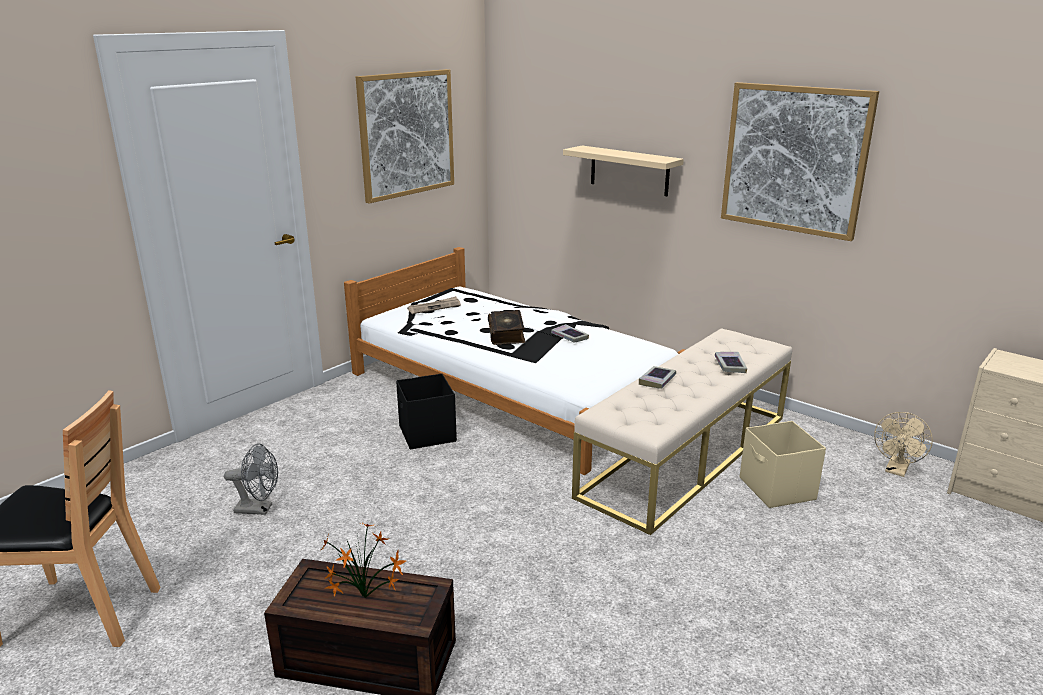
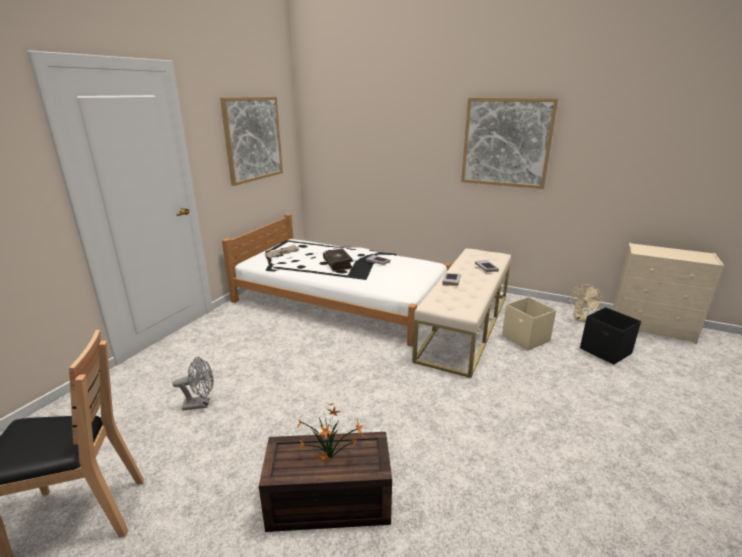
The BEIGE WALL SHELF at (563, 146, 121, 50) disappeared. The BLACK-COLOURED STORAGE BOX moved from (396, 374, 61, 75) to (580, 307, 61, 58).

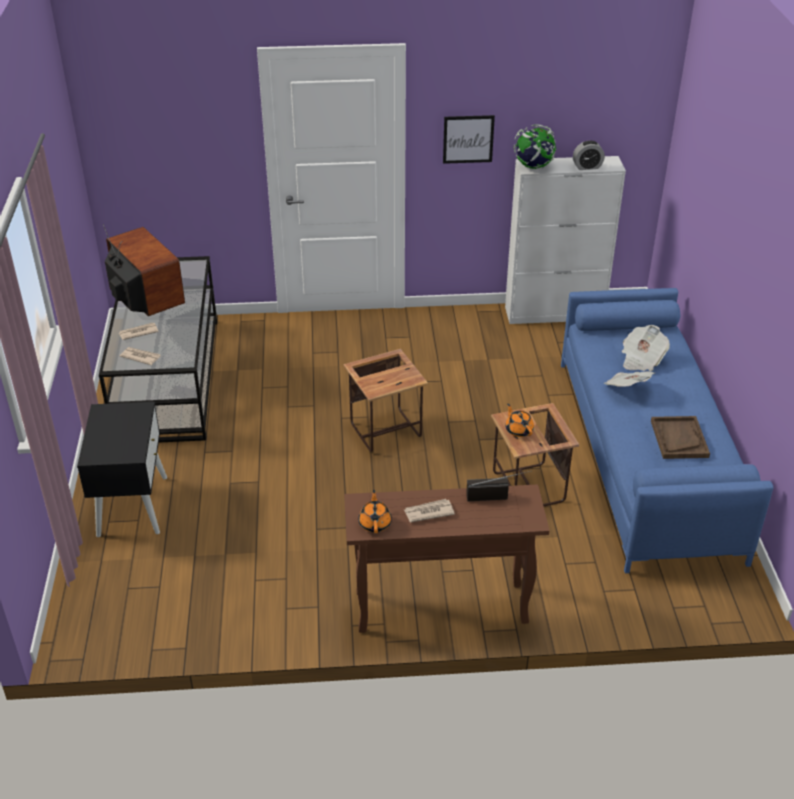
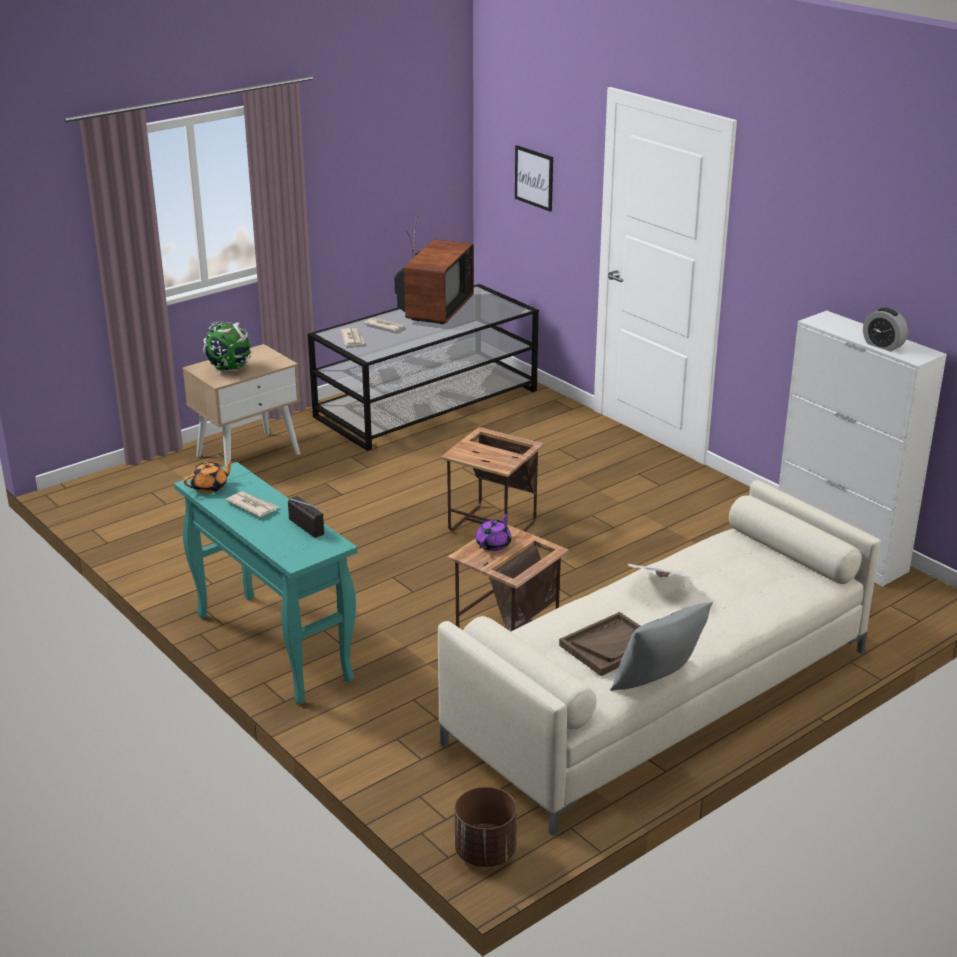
The NEWSPAPER at (622, 325, 48, 46) disappeared. The BROWN PLANTER at (455, 787, 62, 80) appeared. The GREYISH THROW PILLOW at (610, 602, 103, 89) appeared. The WALL PICTURE moved from (443, 115, 52, 49) to (515, 145, 38, 67). The GLOBE moved from (513, 124, 43, 45) to (203, 321, 50, 52). The BLACK-COLOURED BEDSIDE TABLE at (77, 402, 90, 135) became the BEIGE BEDSIDE TABLE at (183, 344, 117, 122). The BROWN CONSOLE TABLE at (344, 484, 206, 149) became the BLUE-GREEN CONSOLE TABLE at (174, 462, 184, 243). The ORANGE-COLOURED TEAPOT at (505, 404, 29, 33) became the PURPLE TEAPOT at (476, 512, 35, 39). The BLUISH COUCH at (561, 288, 212, 285) became the BEIGE COUCH at (438, 480, 443, 356).

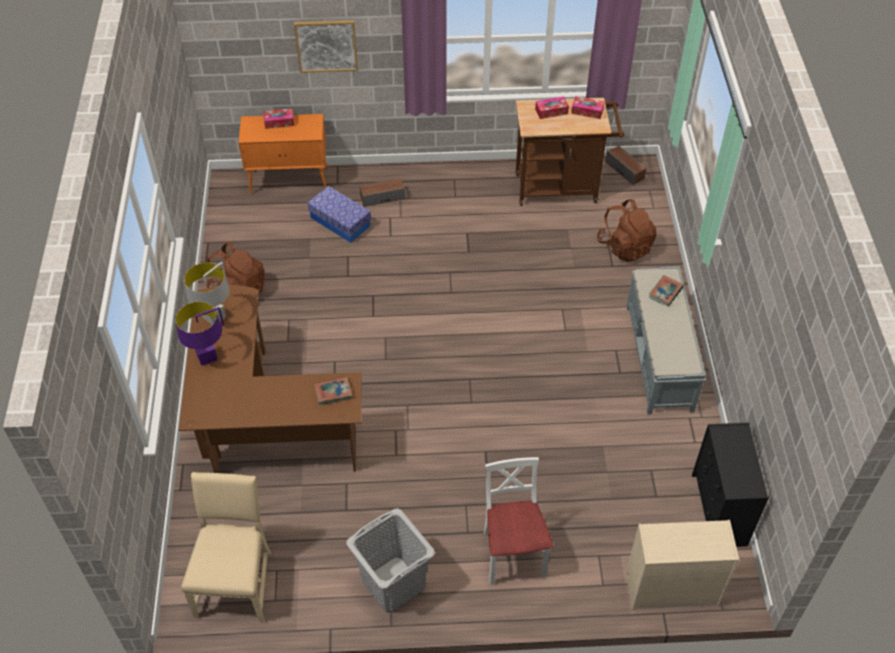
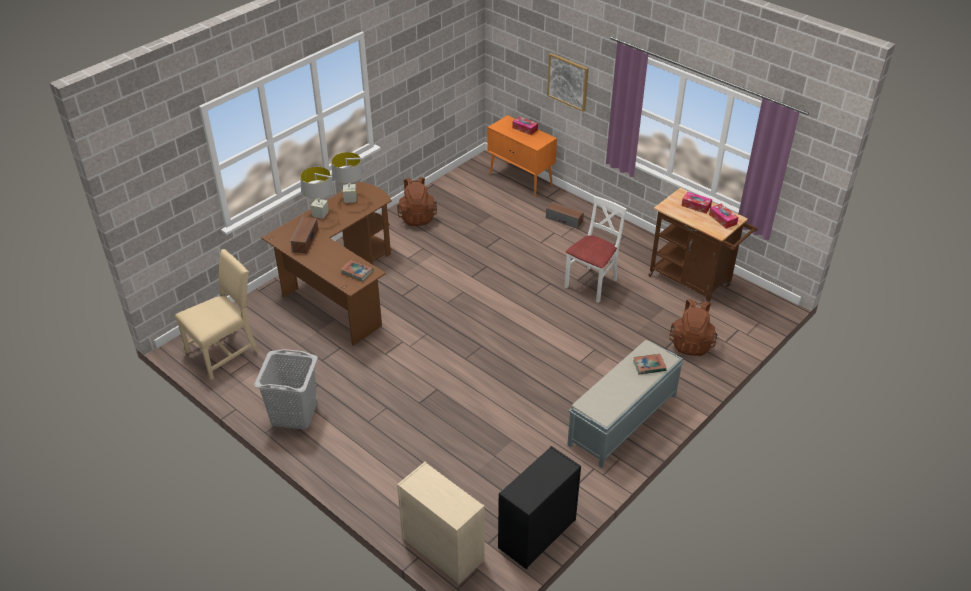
The STORAGE BOX at (307, 186, 64, 57) disappeared. The WHITISH CHAIR moved from (484, 457, 69, 128) to (564, 196, 63, 107). The LOUDSPEAKER moved from (605, 146, 42, 39) to (290, 217, 28, 36). The PURPLE TABLETOP LAMP at (176, 302, 48, 64) became the GREYISH TABLETOP LAMP at (300, 167, 34, 52).

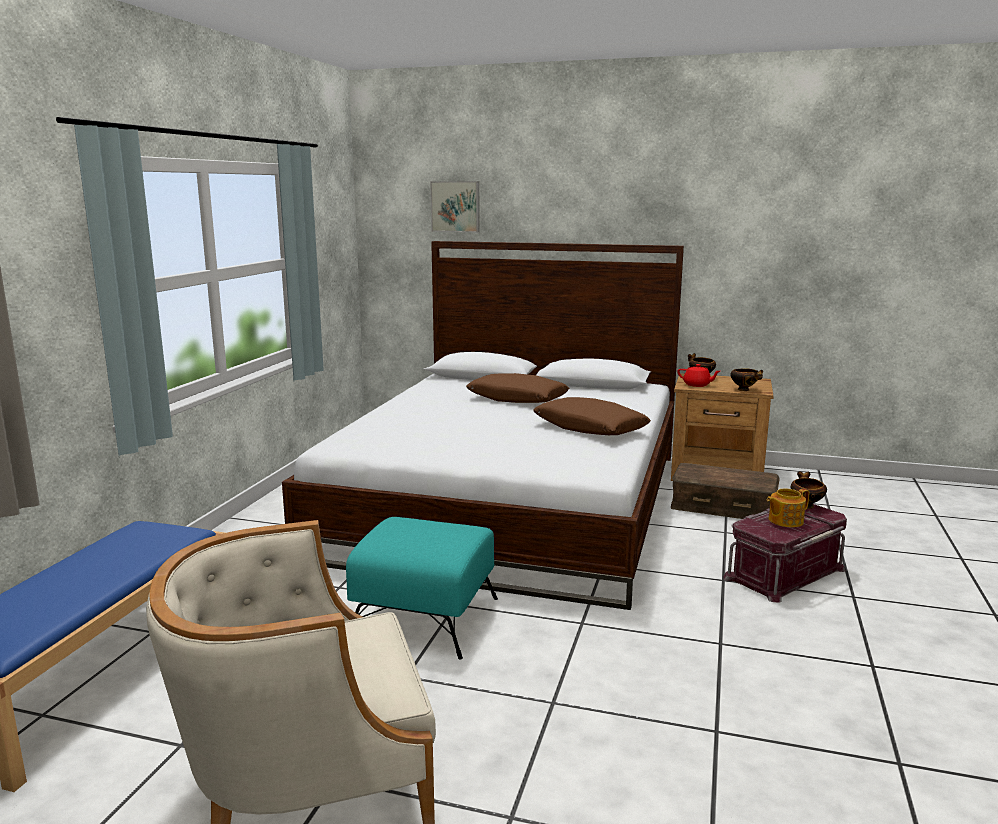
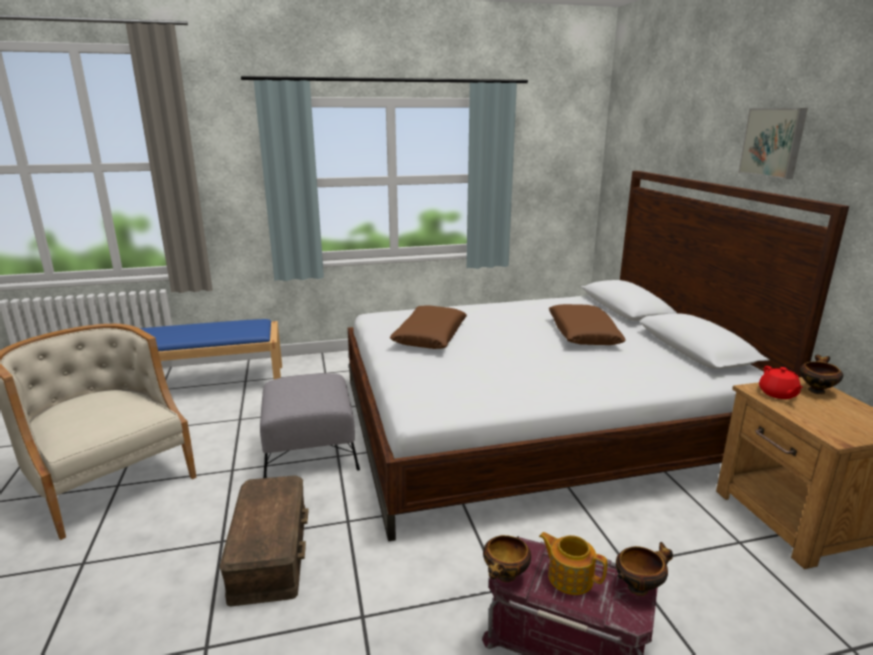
The WALL PICTURE moved from (430, 181, 50, 51) to (738, 108, 70, 71). The BROWN THROW PILLOW moved from (533, 397, 118, 38) to (390, 306, 77, 43). The BROWN STORAGE BOX moved from (671, 463, 109, 56) to (219, 475, 90, 131). The DEEP DISH moved from (730, 369, 33, 22) to (483, 535, 48, 47). The BLUE-GREEN POUFFE at (346, 517, 152, 143) became the GREYISH POUFFE at (260, 373, 100, 105).

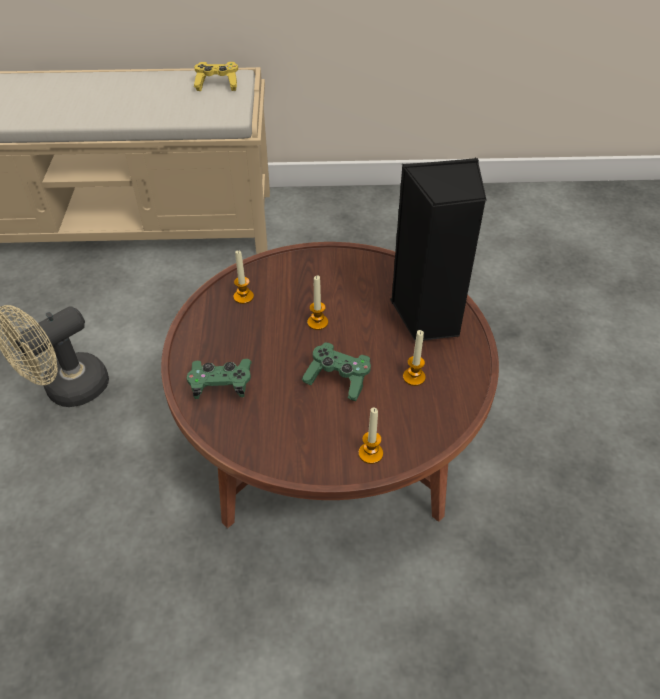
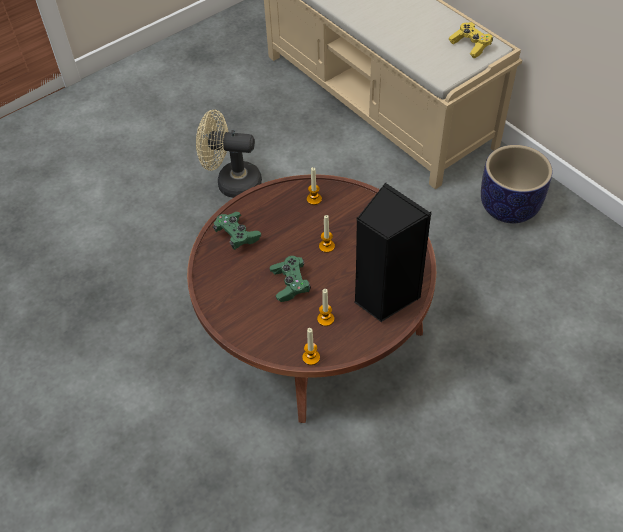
The PLANTER at (481, 145, 71, 78) appeared. The WAX LIGHT moved from (359, 407, 24, 57) to (302, 328, 18, 37).

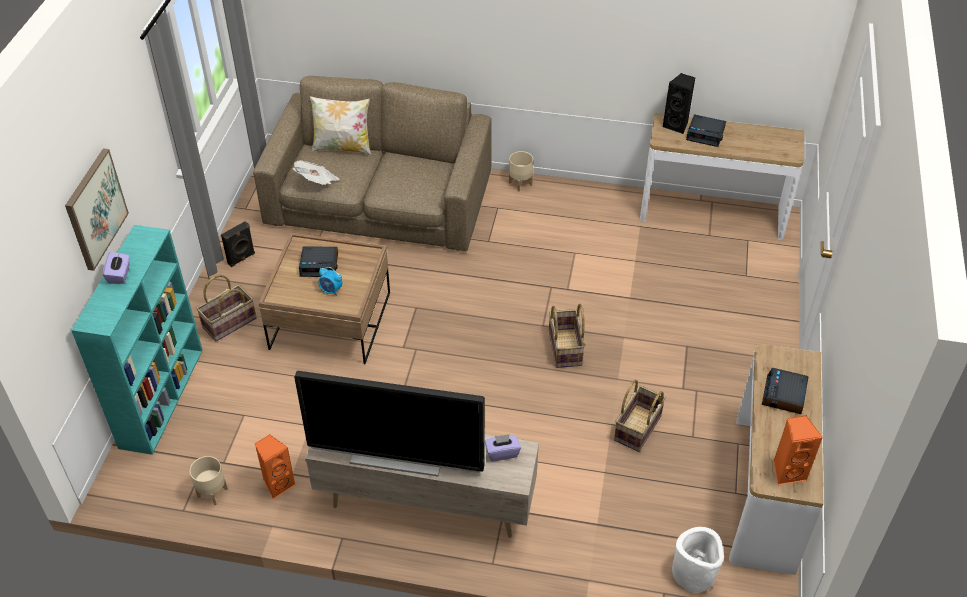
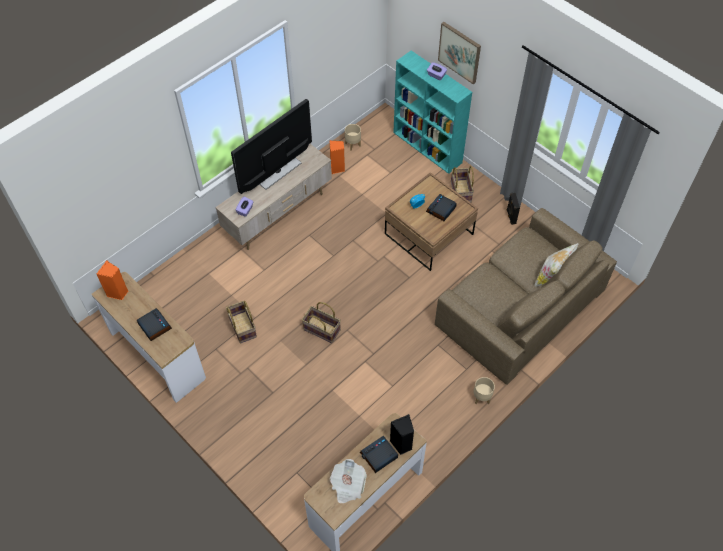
The WHITISH PLANTER at (672, 527, 52, 66) disappeared. The NEWSPAPER moved from (292, 160, 47, 25) to (330, 459, 37, 45).

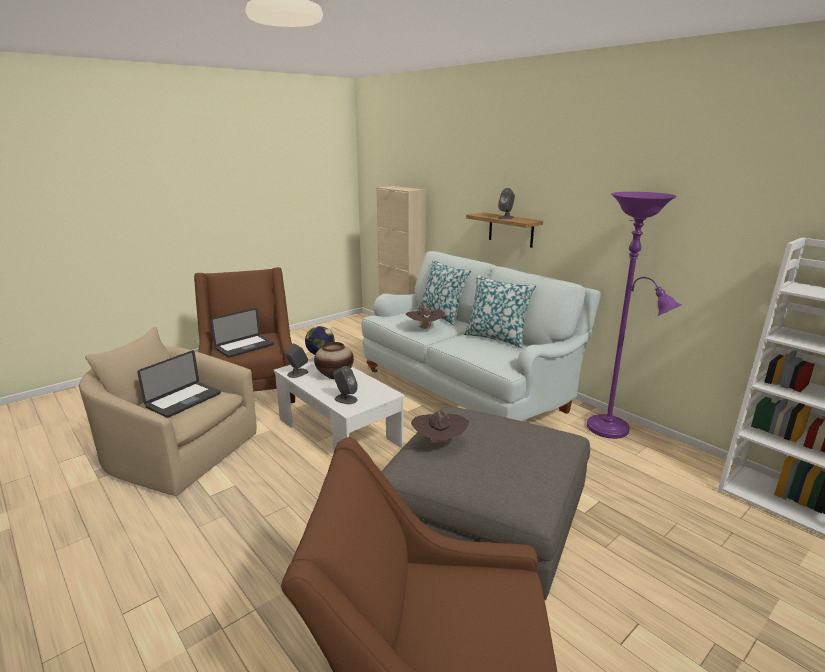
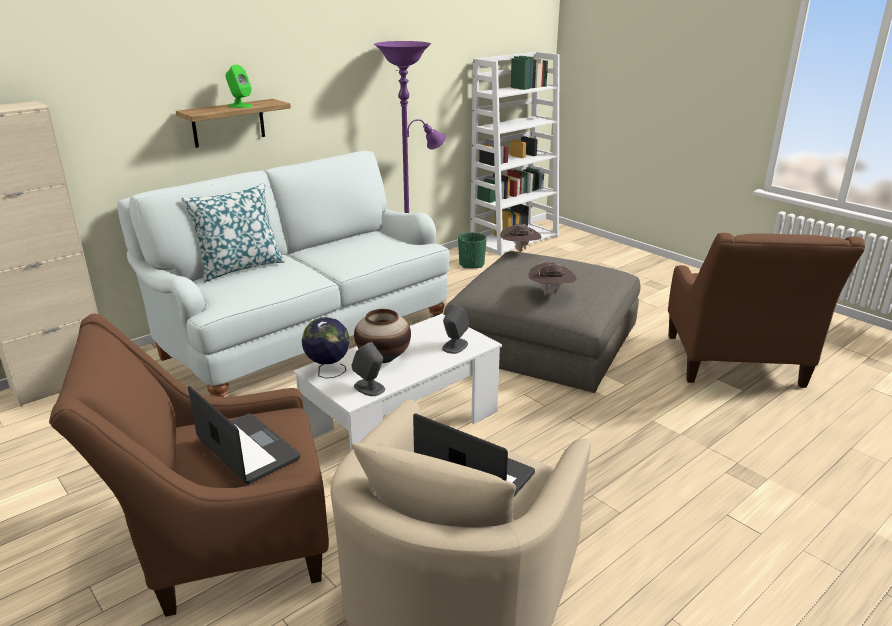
The THROW PILLOW at (464, 275, 73, 73) disappeared. The GREEN-COLOURED PLANTER at (458, 232, 29, 36) appeared. The BROWN WEARABLE HAT moved from (406, 306, 39, 23) to (500, 224, 42, 28). The GREYISH LOUDSPEAKER at (498, 188, 17, 31) became the GREEN-COLOURED LOUDSPEAKER at (225, 65, 28, 43).

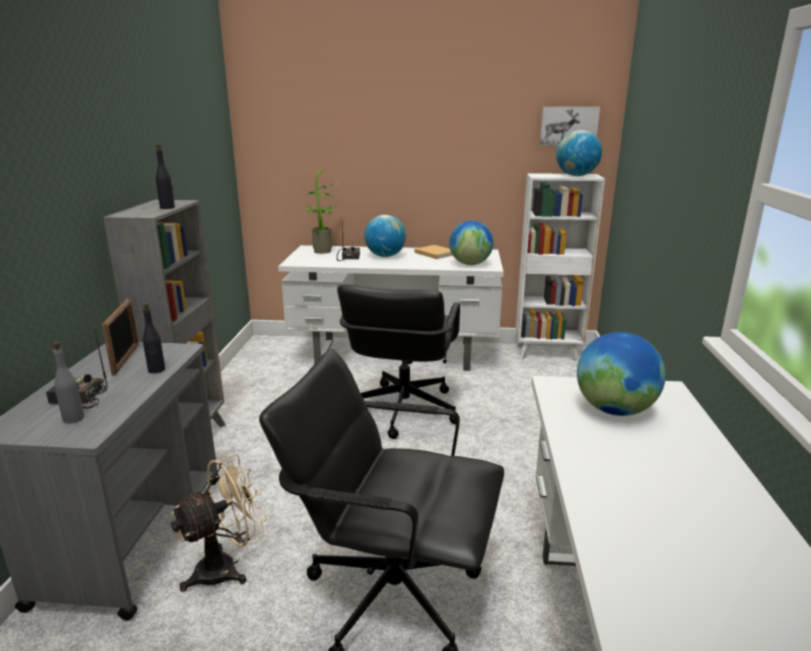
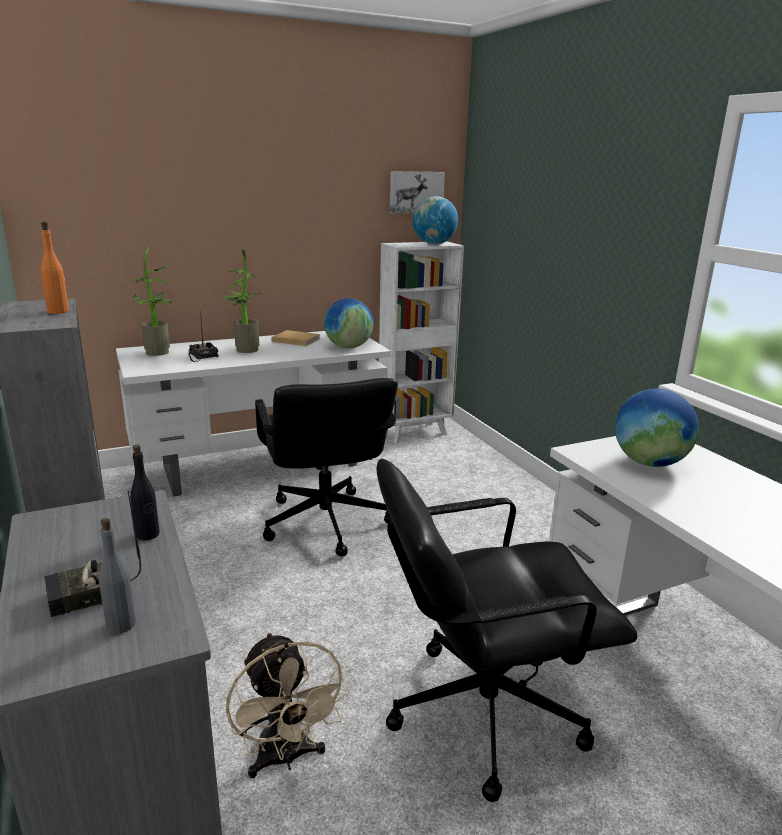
The PHOTO FRAME at (101, 299, 38, 77) disappeared. The GLOBE at (364, 215, 42, 42) was replaced by the PLANT IN A POT at (221, 248, 39, 105). The BLACK-COLOURED BOTTLE at (156, 144, 19, 65) became the ORANGE-COLOURED BOTTLE at (41, 222, 28, 92). The BEIGE COOLING FAN at (170, 454, 97, 138) turned 135 degrees clockwise.

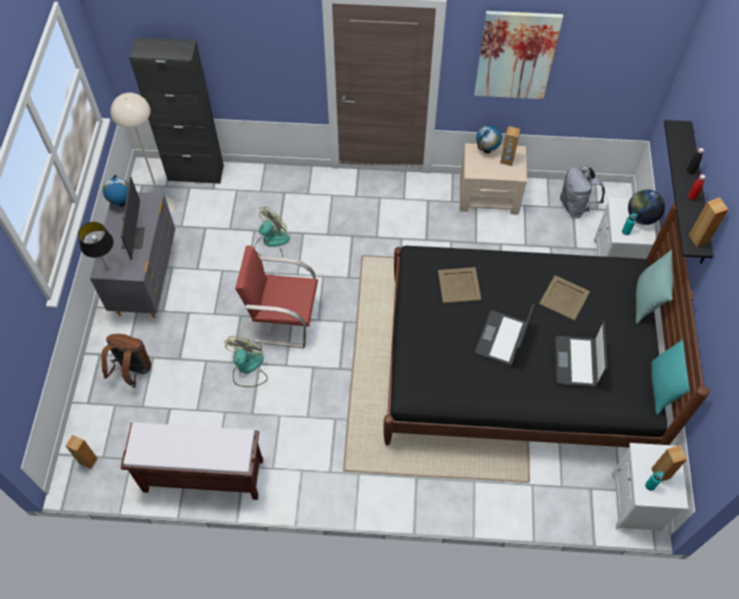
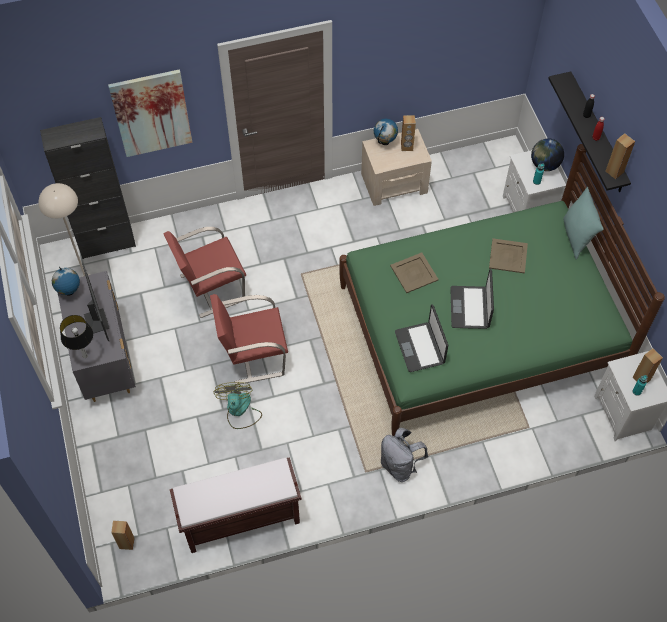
The BROWN KNAPSACK at (101, 334, 50, 54) disappeared. The BLUE-GREEN THROW PILLOW at (651, 339, 39, 76) disappeared. The WALL PICTURE moved from (474, 11, 89, 88) to (108, 70, 84, 87). The PORTABLE COMPUTER moved from (556, 321, 52, 66) to (395, 304, 53, 68). The GREYISH KNAPSACK moved from (560, 165, 45, 53) to (381, 428, 47, 54). The COOLING FAN at (254, 206, 36, 52) was replaced by the RED CHAIR at (163, 227, 83, 91). The BLACK-COLOURED BED at (383, 203, 327, 244) became the GREEN-COLOURED BED at (340, 144, 325, 292).

